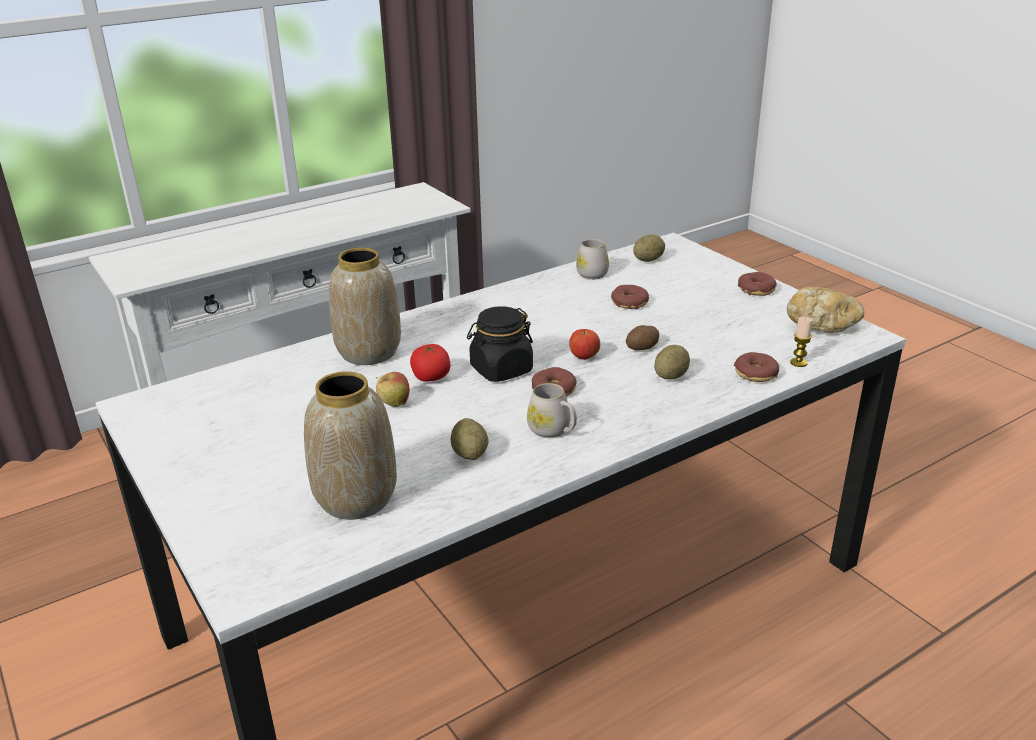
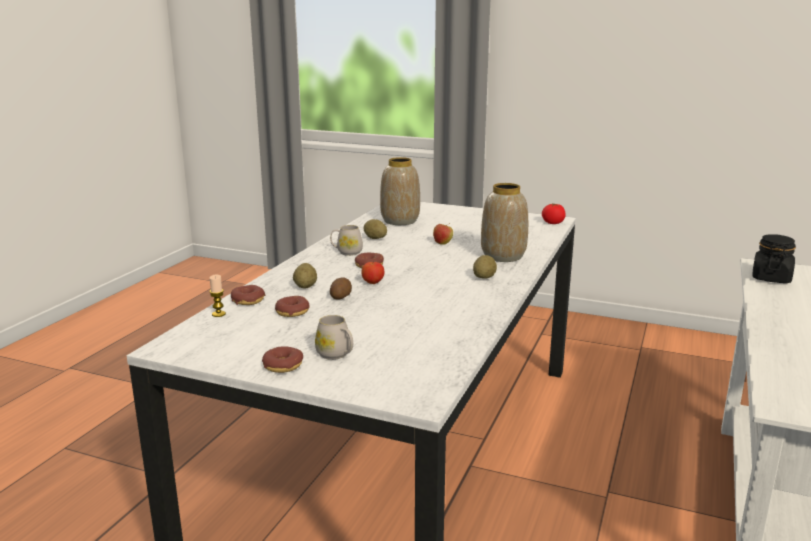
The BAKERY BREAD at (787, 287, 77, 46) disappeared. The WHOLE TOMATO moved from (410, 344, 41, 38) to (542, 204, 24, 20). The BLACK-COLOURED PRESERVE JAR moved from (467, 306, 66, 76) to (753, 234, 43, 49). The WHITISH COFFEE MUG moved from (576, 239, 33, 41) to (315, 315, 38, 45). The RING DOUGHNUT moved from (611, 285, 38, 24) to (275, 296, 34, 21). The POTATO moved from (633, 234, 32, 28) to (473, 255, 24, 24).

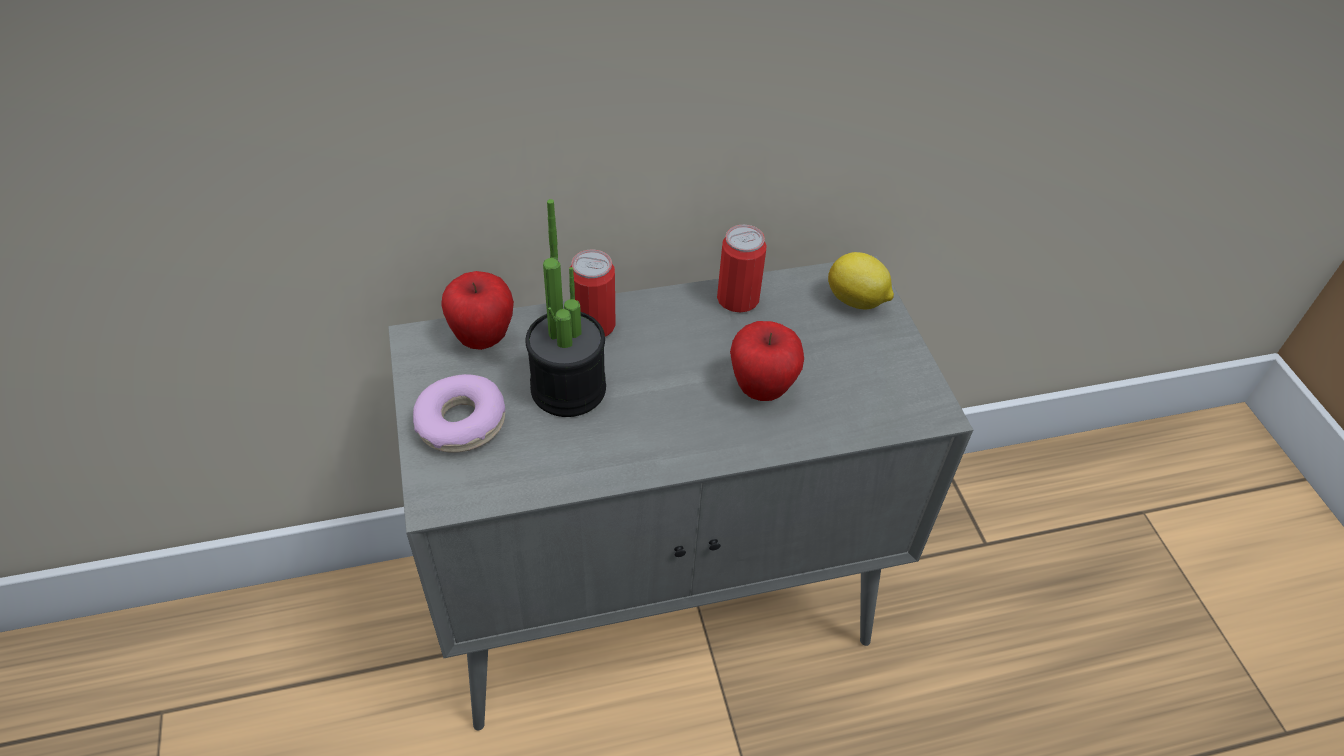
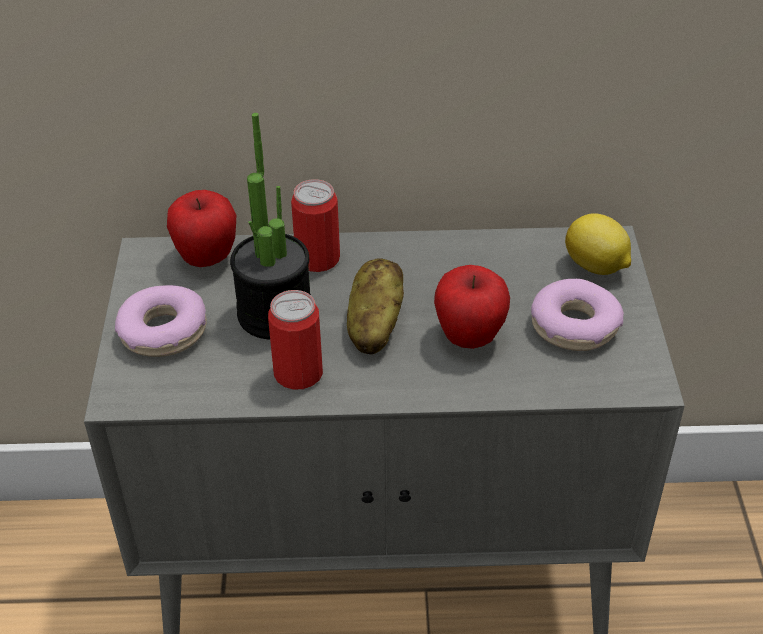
The POTATO at (347, 258, 57, 96) appeared. The RING DOUGHNUT at (531, 279, 93, 72) appeared. The SEALED CAN moved from (717, 225, 50, 88) to (268, 290, 55, 100).

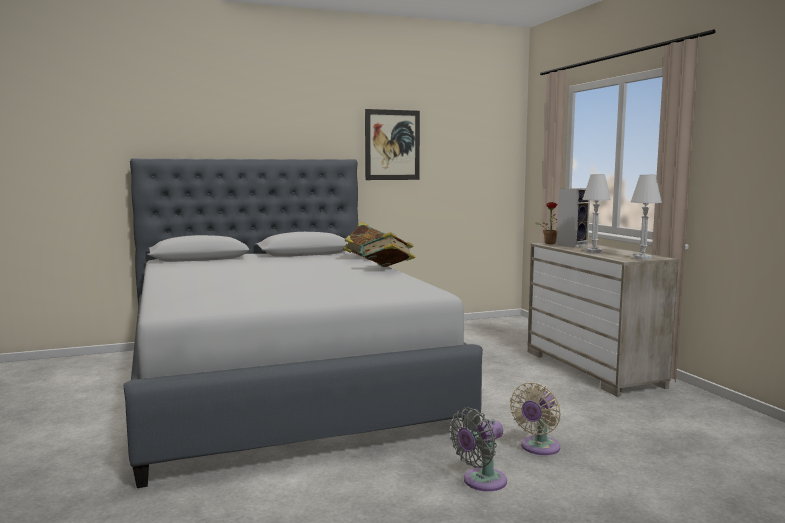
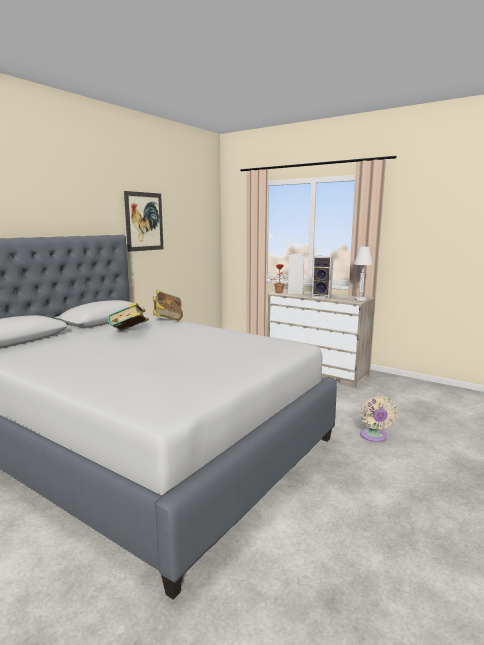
The GREYISH COOLING FAN at (449, 408, 58, 83) disappeared. The VOLUME moved from (361, 232, 54, 35) to (108, 303, 41, 27). The WHITISH TABLETOP LAMP at (582, 174, 29, 79) was replaced by the LOUDSPEAKER at (312, 256, 22, 43).

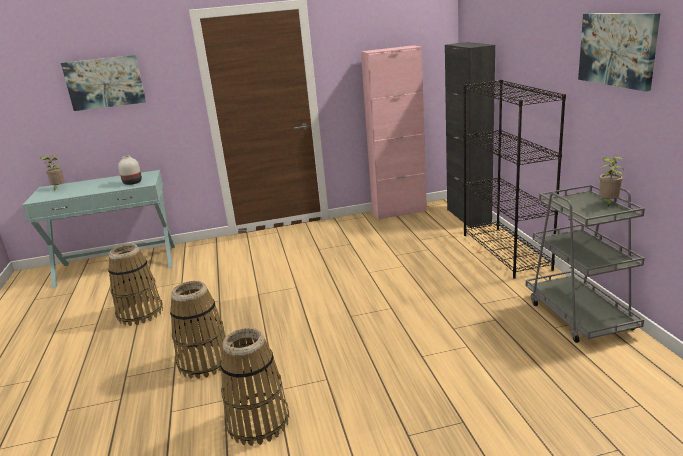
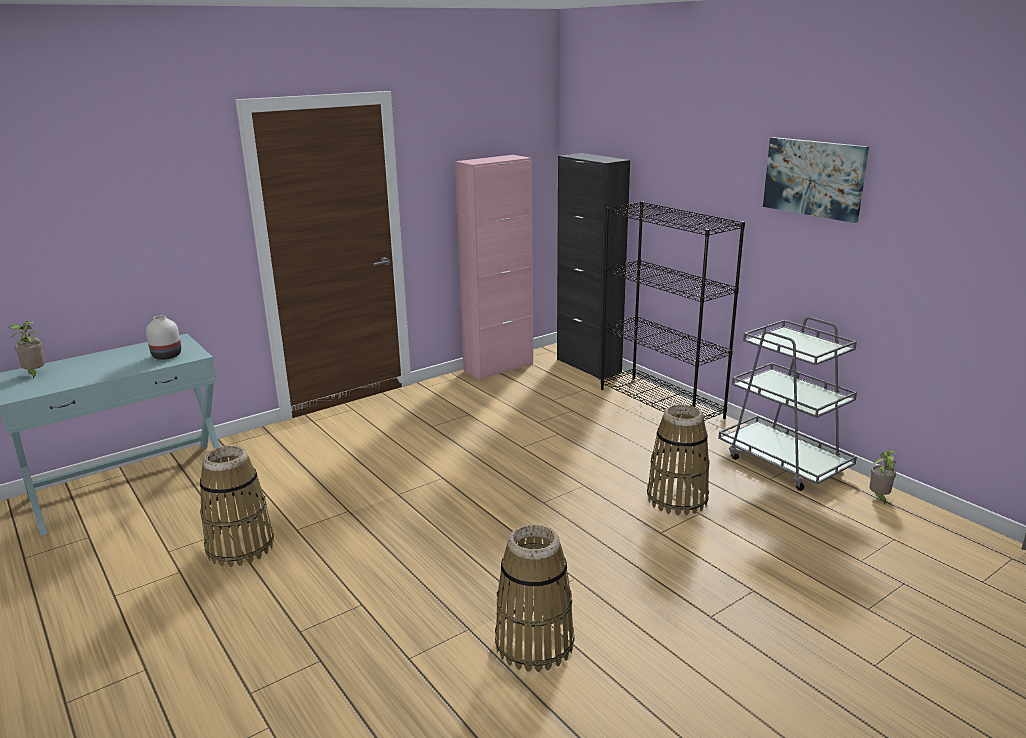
The WALL PICTURE at (61, 55, 85, 56) disappeared. The BASKET moved from (170, 281, 56, 98) to (647, 405, 63, 110). The PLANT IN A POT moved from (599, 156, 25, 51) to (869, 450, 29, 55).

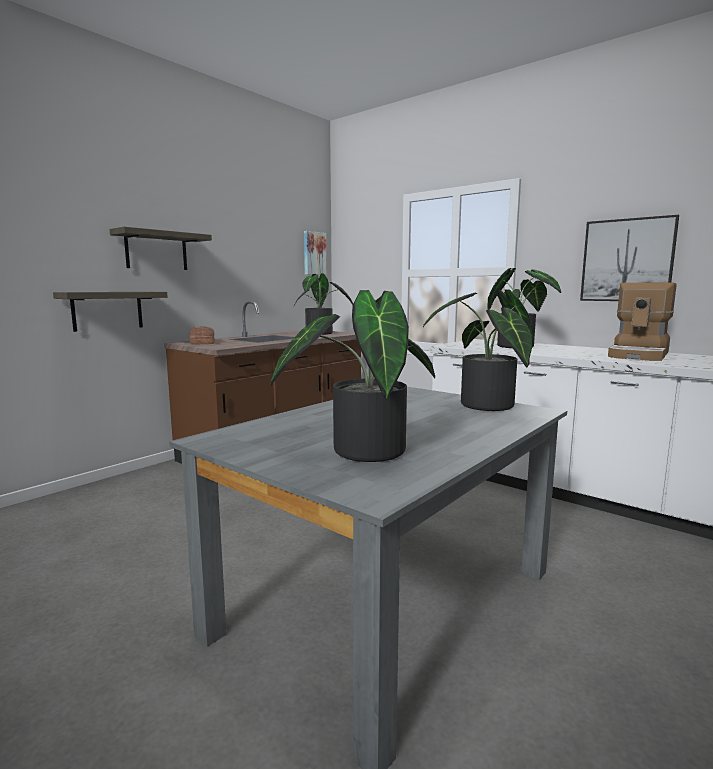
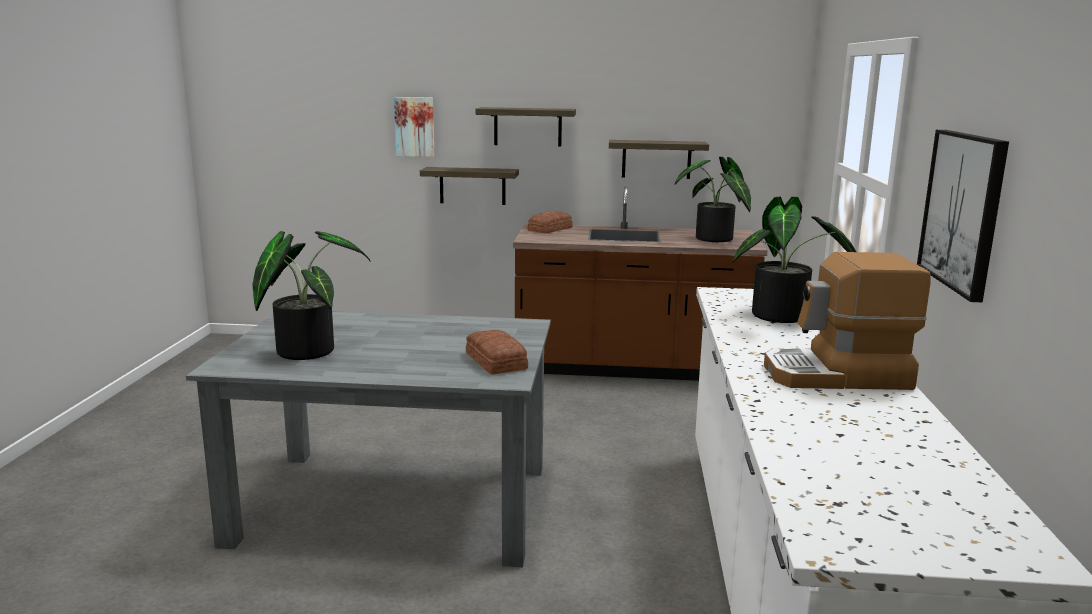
The WALL SHELF at (609, 140, 100, 39) appeared. The WALL PICTURE moved from (304, 231, 23, 44) to (394, 97, 40, 60). The PLANT IN A POT at (423, 289, 110, 122) was replaced by the BAKERY BREAD at (466, 330, 62, 45).

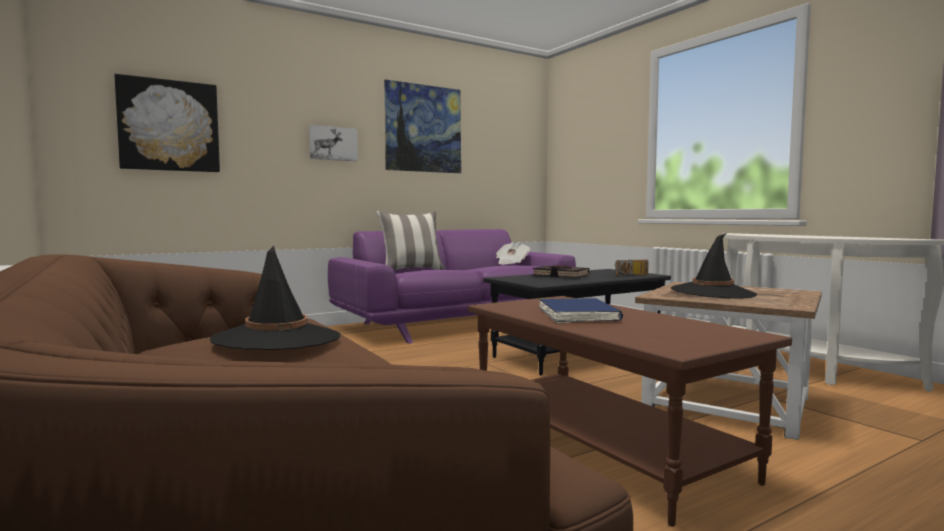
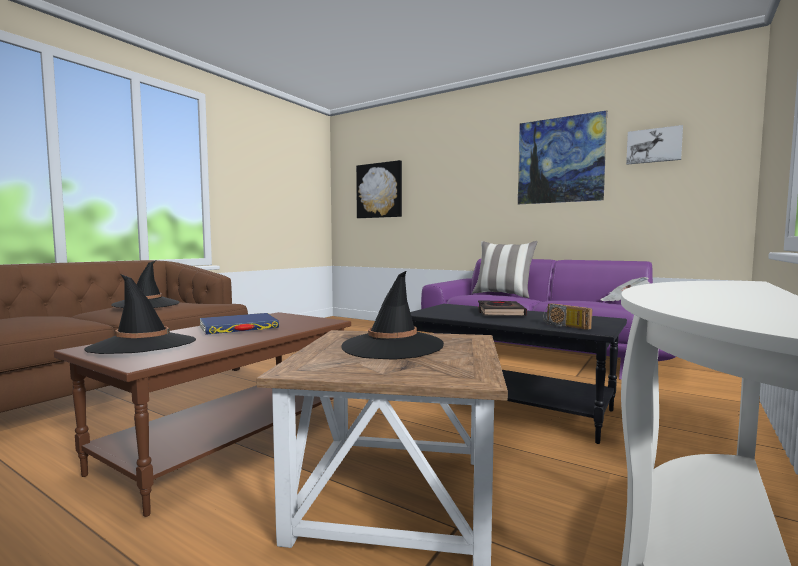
The BLACK-COLOURED WEARABLE HAT at (84, 274, 112, 80) appeared. The WALL PICTURE moved from (309, 125, 49, 36) to (626, 125, 57, 40).

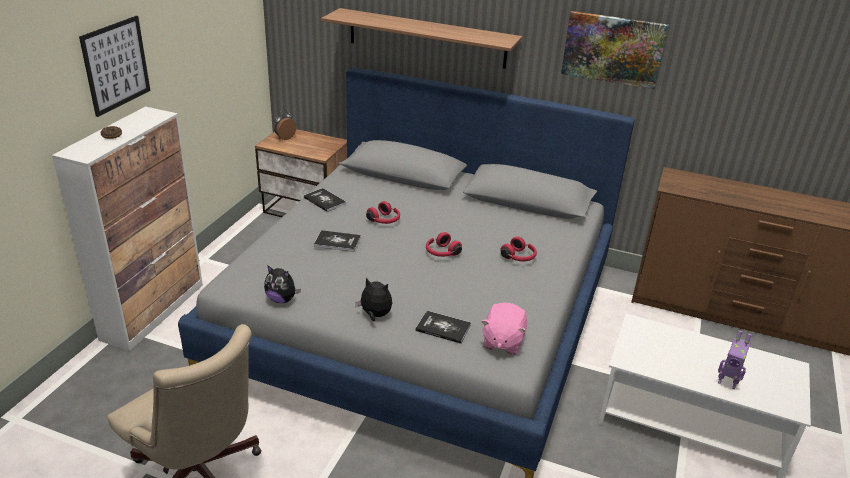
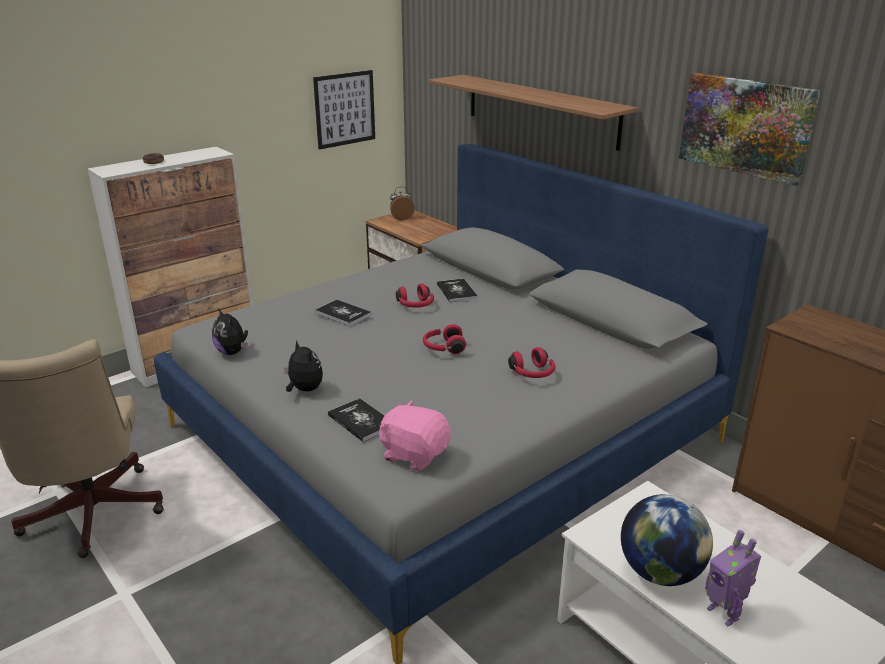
The GLOBE at (621, 494, 92, 92) appeared. The WALL PICTURE moved from (79, 16, 71, 101) to (313, 70, 62, 80). The VOLUME moved from (304, 188, 42, 24) to (437, 278, 41, 24). The PINK-COLOURED SOFT TOY at (481, 303, 46, 51) turned 75 degrees clockwise.

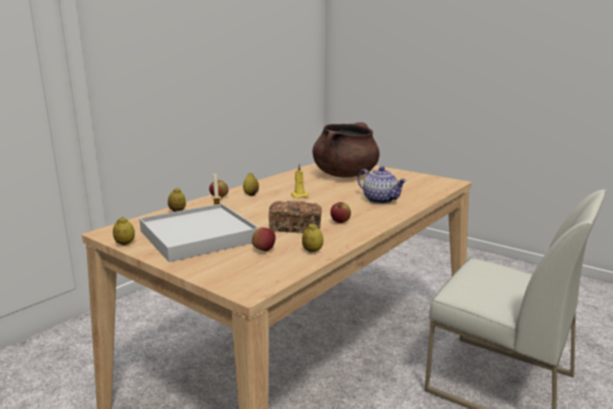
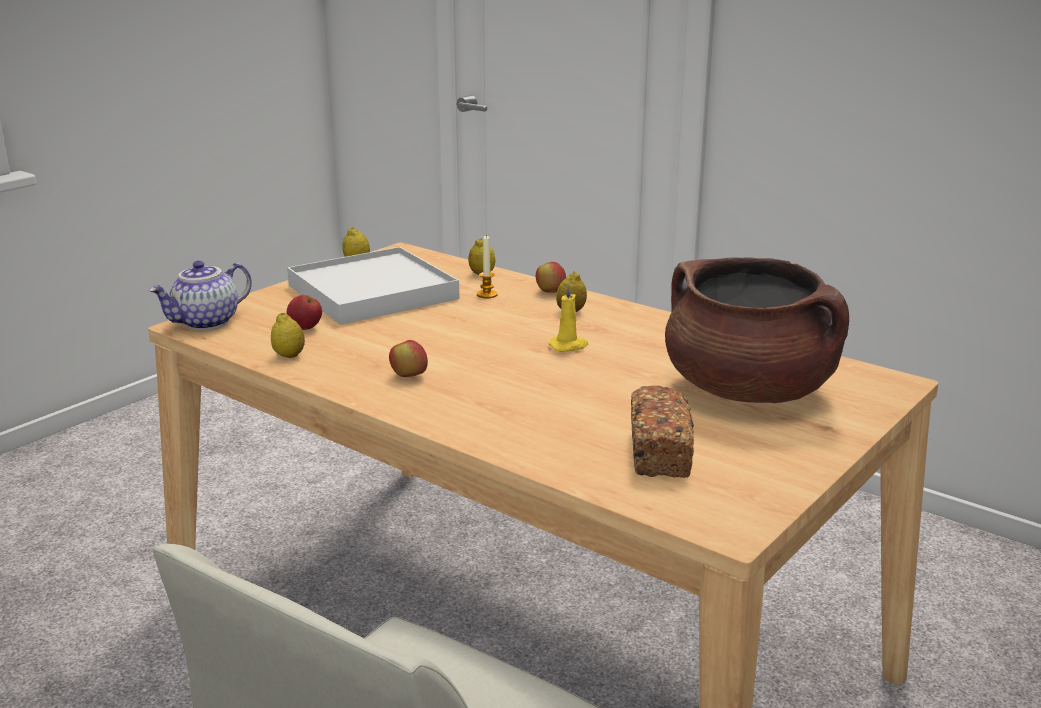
The BAKERY BREAD moved from (269, 201, 53, 32) to (631, 385, 63, 93). The TEAPOT moved from (358, 166, 49, 38) to (149, 261, 103, 69).

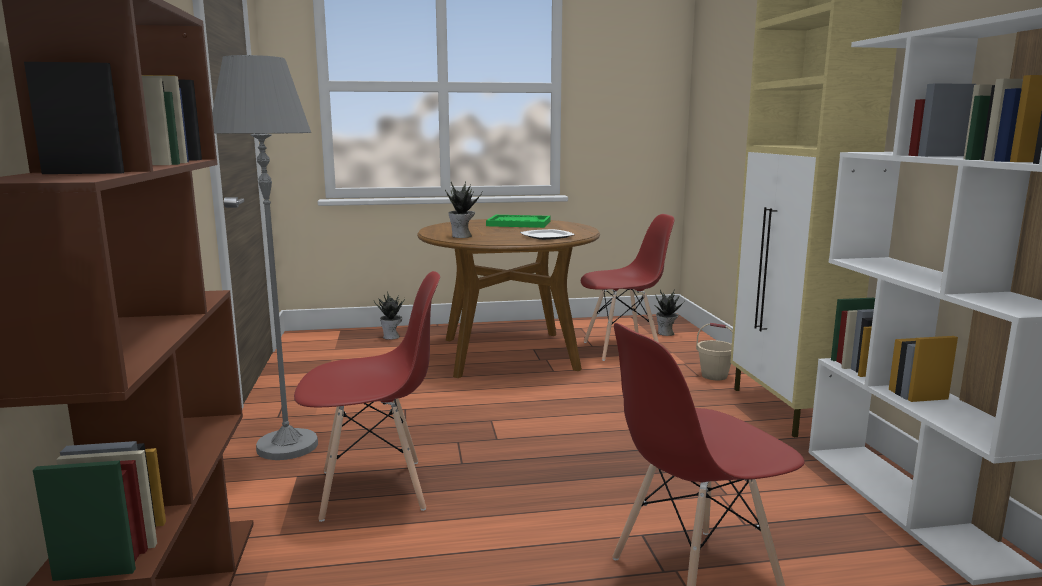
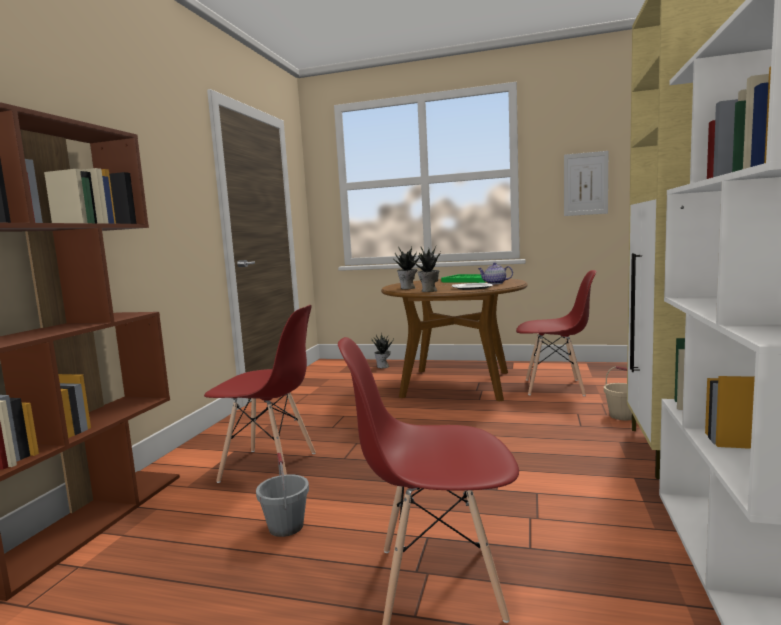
The GREYISH STANDARD LAMP at (212, 55, 106, 405) disappeared. The GREYISH WATER BUCKET at (256, 453, 53, 84) appeared. The TEAPOT at (478, 262, 35, 22) appeared. The WALL PICTURE at (564, 151, 44, 65) appeared. The PLANT IN A POT moved from (653, 289, 31, 47) to (408, 247, 33, 45).

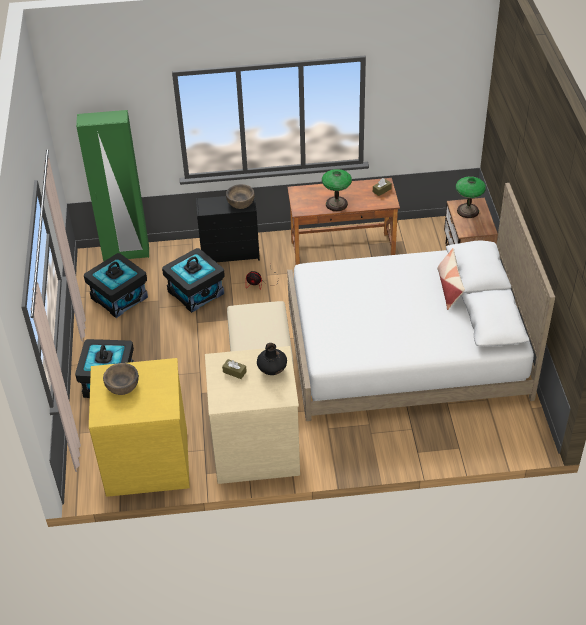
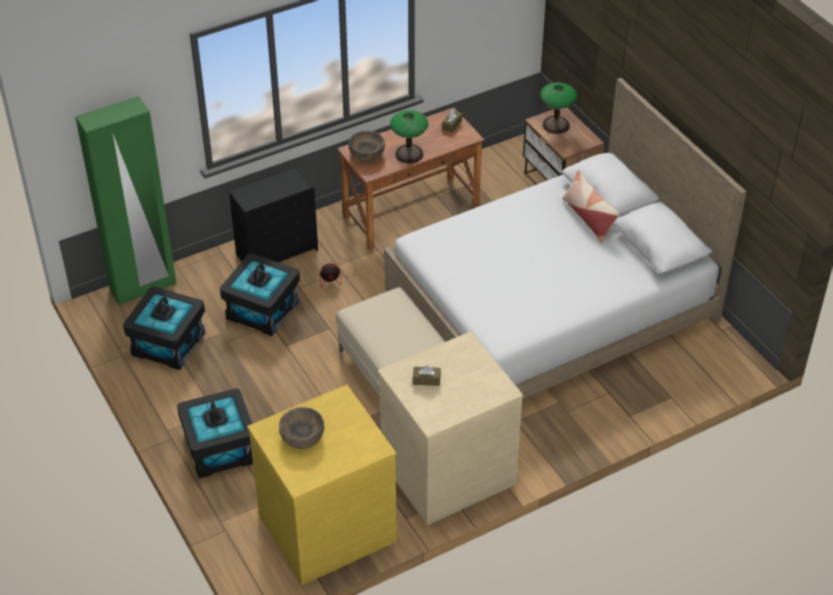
The BLACK-COLOURED FLOWER VASE at (257, 343, 30, 32) disappeared. The BROWN DEEP DISH moved from (226, 184, 28, 25) to (348, 131, 37, 31).

